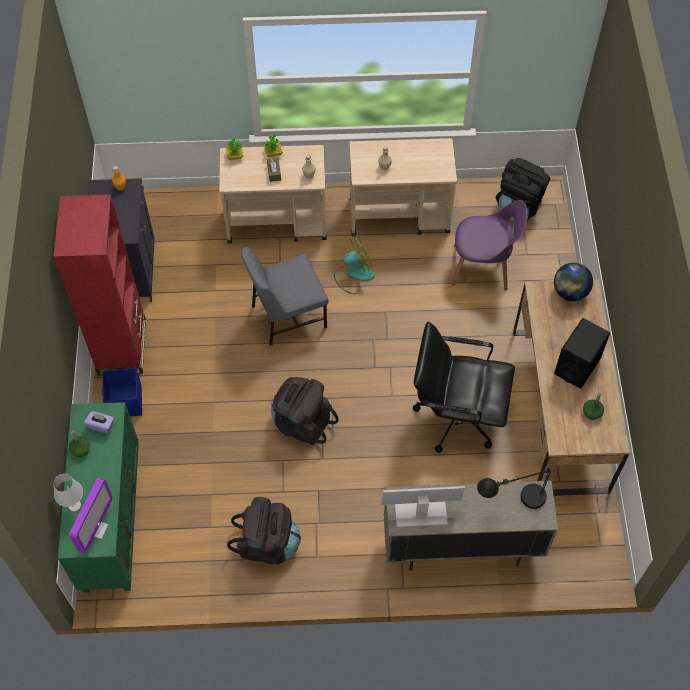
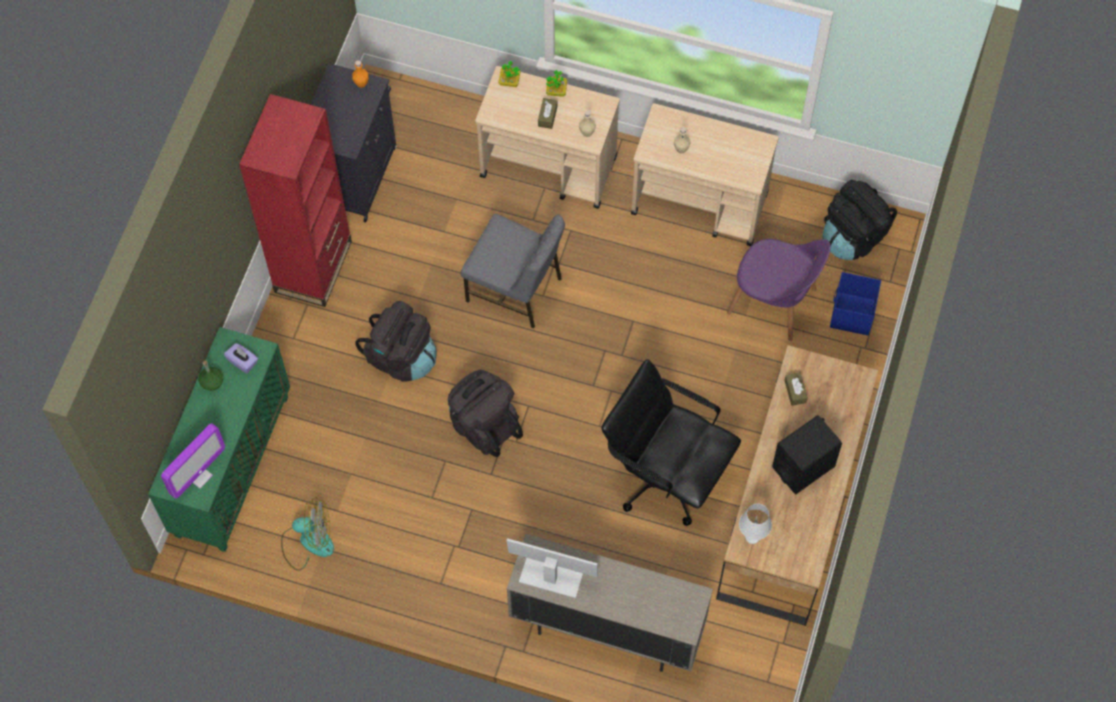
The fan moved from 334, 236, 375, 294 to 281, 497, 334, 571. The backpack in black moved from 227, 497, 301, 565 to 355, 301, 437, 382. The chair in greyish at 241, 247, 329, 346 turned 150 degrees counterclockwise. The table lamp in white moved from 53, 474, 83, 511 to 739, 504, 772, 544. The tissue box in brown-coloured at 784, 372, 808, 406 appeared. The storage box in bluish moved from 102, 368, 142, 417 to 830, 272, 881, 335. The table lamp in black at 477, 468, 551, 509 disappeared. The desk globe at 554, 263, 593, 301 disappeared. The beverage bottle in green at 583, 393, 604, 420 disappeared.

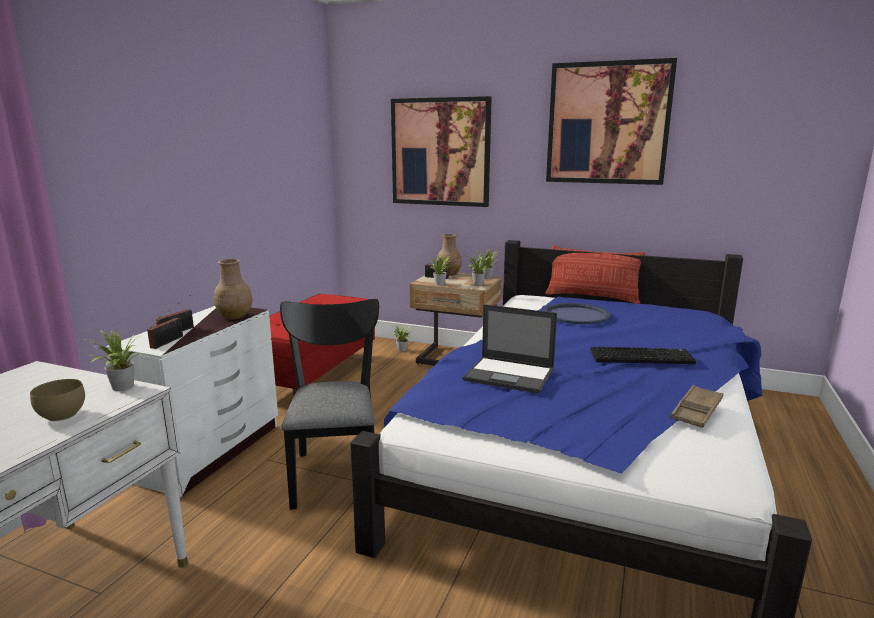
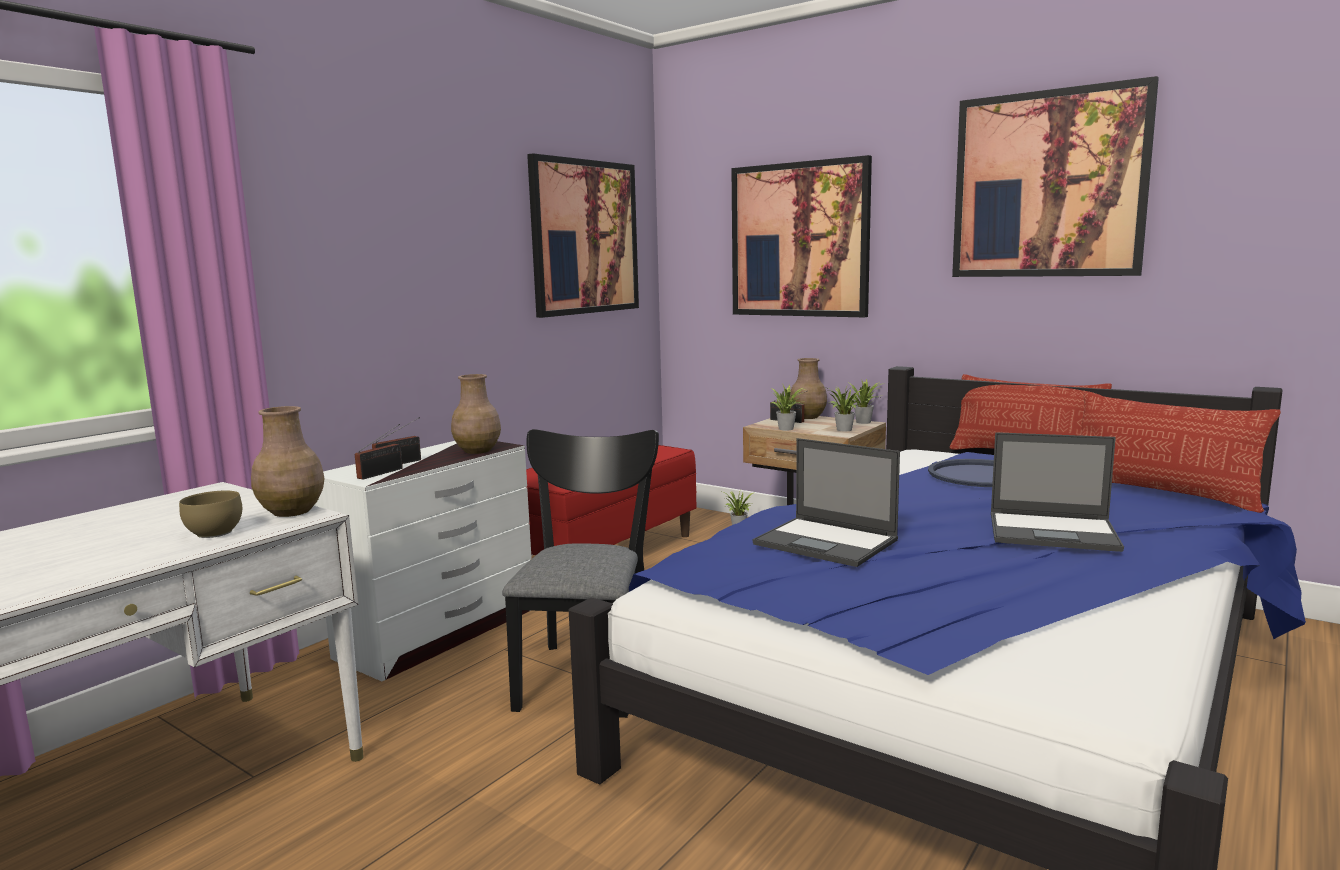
The houseplant at 91, 330, 141, 391 was replaced by the flower vase in brown-coloured at 251, 406, 325, 517. The wall art at 527, 153, 639, 318 appeared. The PC keyboard at 590, 347, 696, 364 was replaced by the notebook computer at 991, 432, 1124, 552. The cushion at 1081, 392, 1281, 513 appeared. The tray in brown-coloured at 670, 385, 724, 428 disappeared.

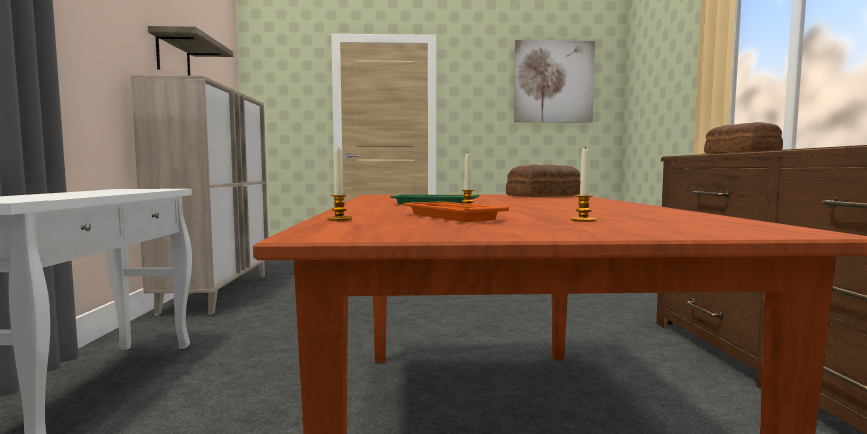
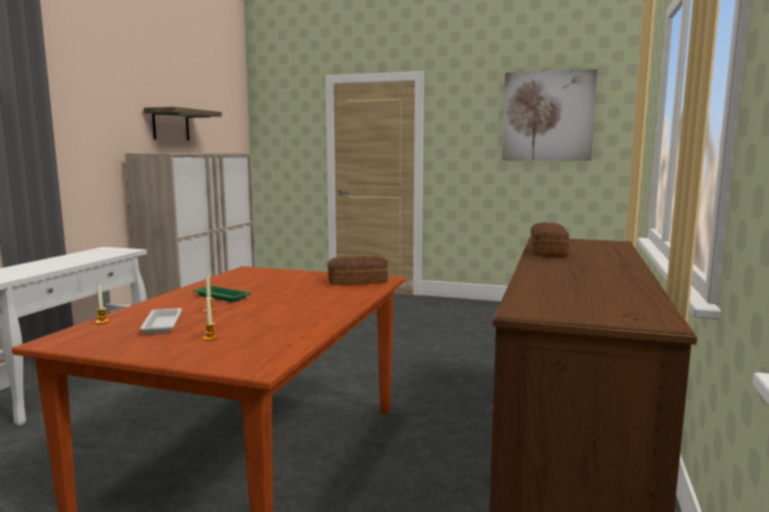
The tray in orange at 403, 201, 509, 222 became the tray in white at 140, 308, 182, 334.

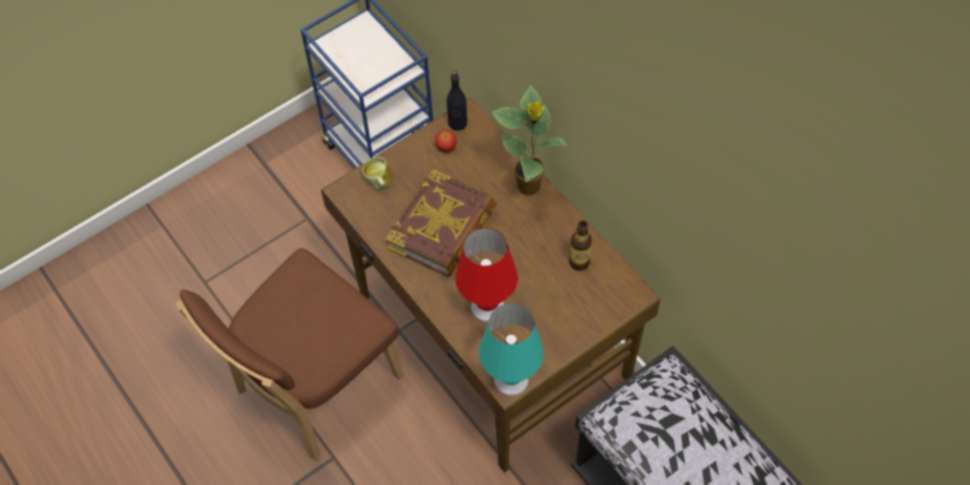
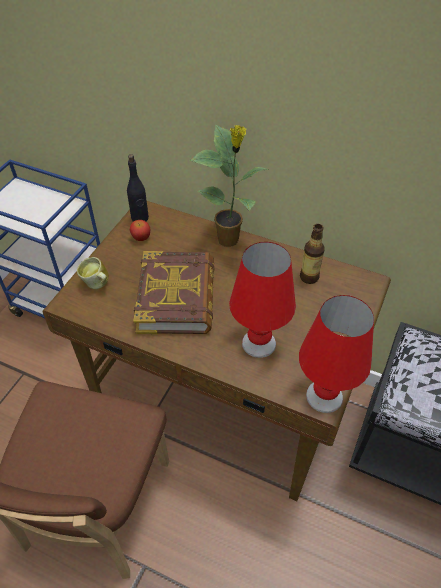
The table lamp in blue-green at 479, 304, 544, 396 became the table lamp in red-coloured at 299, 295, 374, 413.

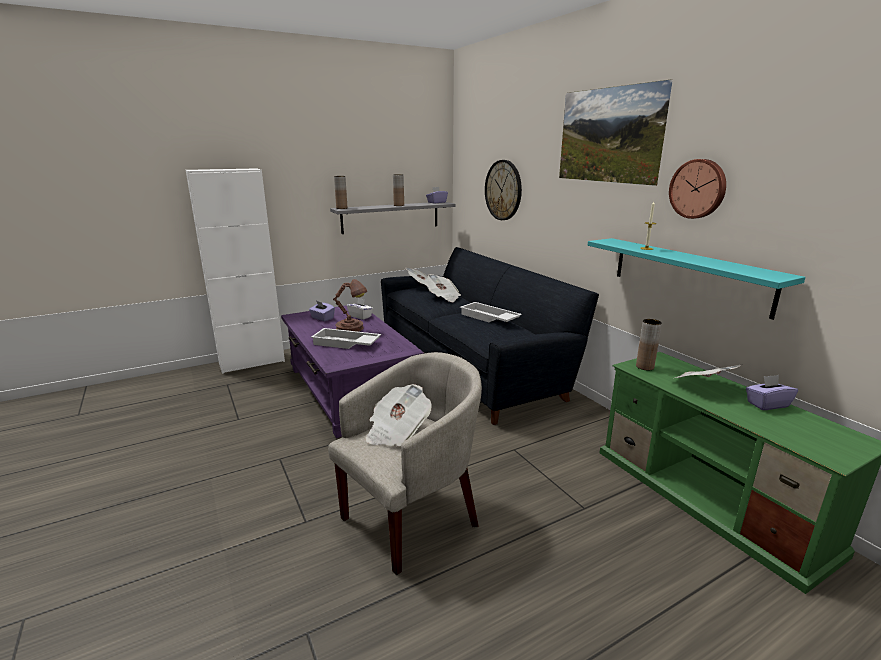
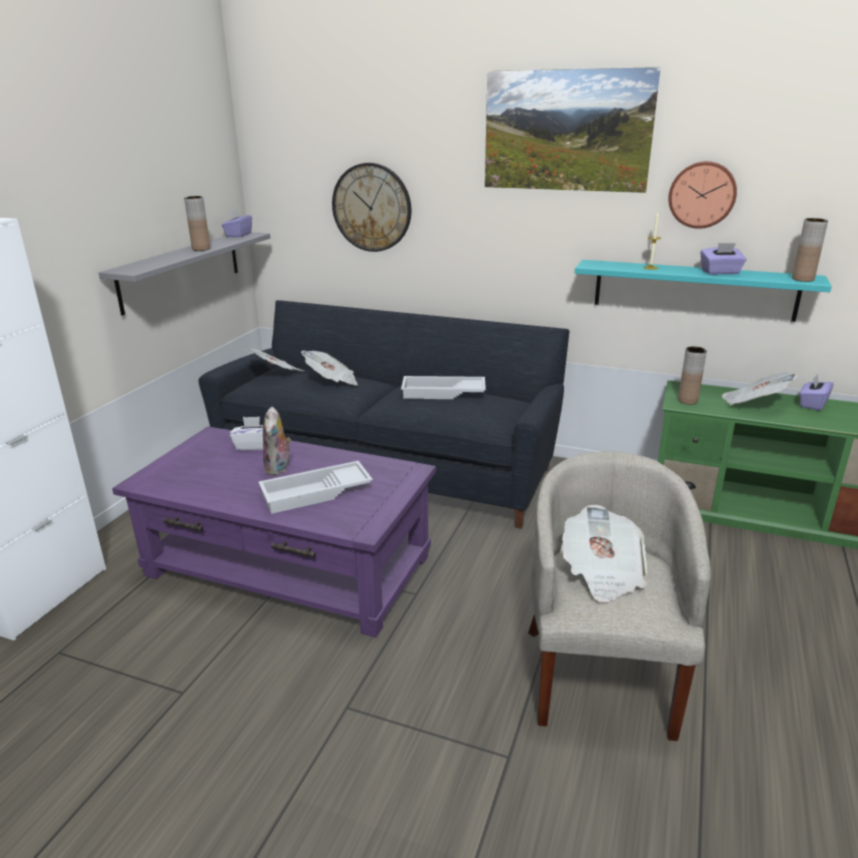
The table lamp in brown-coloured at 333, 279, 367, 332 was replaced by the soft toy at 263, 407, 291, 476. The tissue box in purple moved from 309, 301, 335, 321 to 700, 243, 747, 275. The flower vase in brown-coloured moved from 334, 176, 347, 209 to 792, 218, 828, 282.

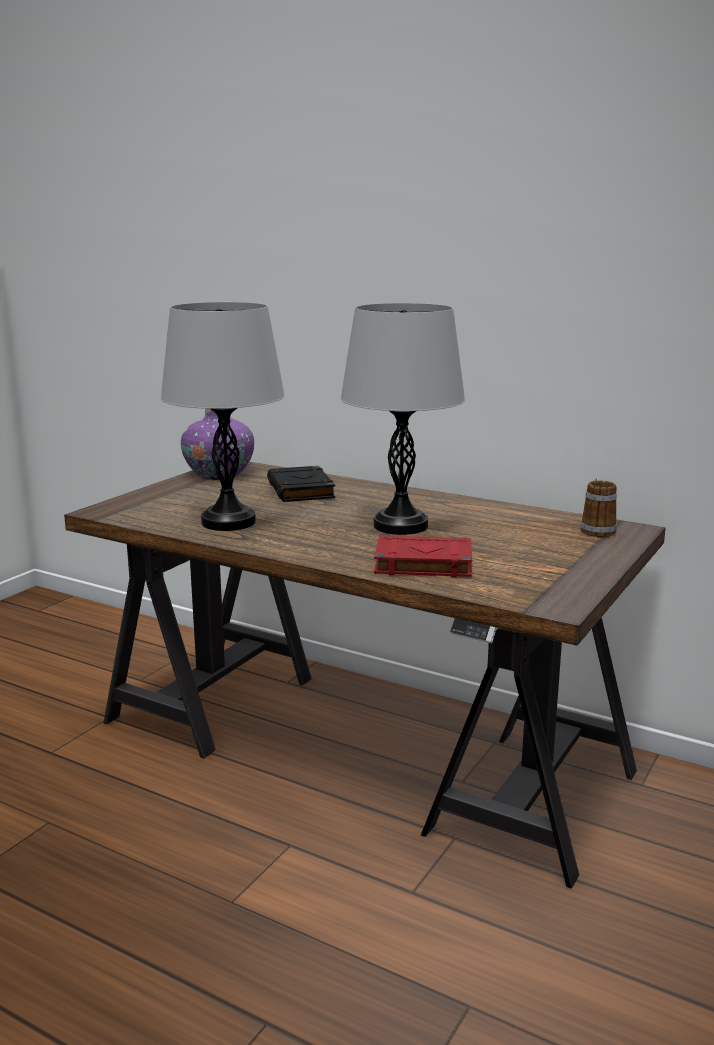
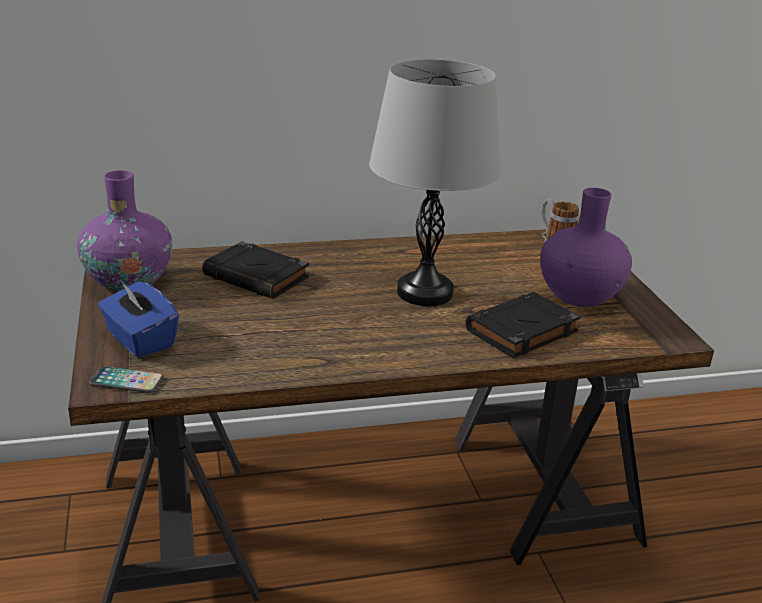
The telephone at 89, 366, 164, 393 appeared. The tissue box in bluish at 98, 279, 179, 358 appeared. The volume in red-coloured at 374, 535, 472, 577 became the volume in black at 465, 292, 580, 358. The flower vase in purple at 540, 188, 632, 307 appeared. The table lamp in greyish at 161, 302, 285, 531 disappeared.

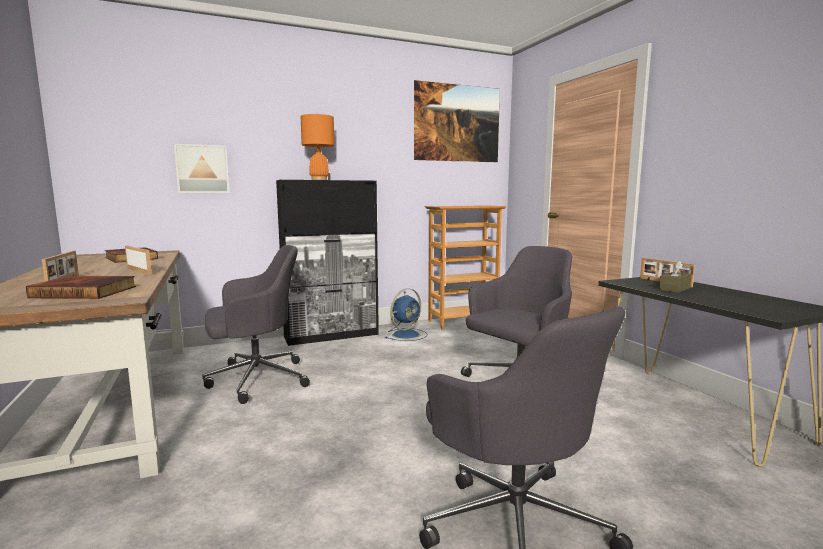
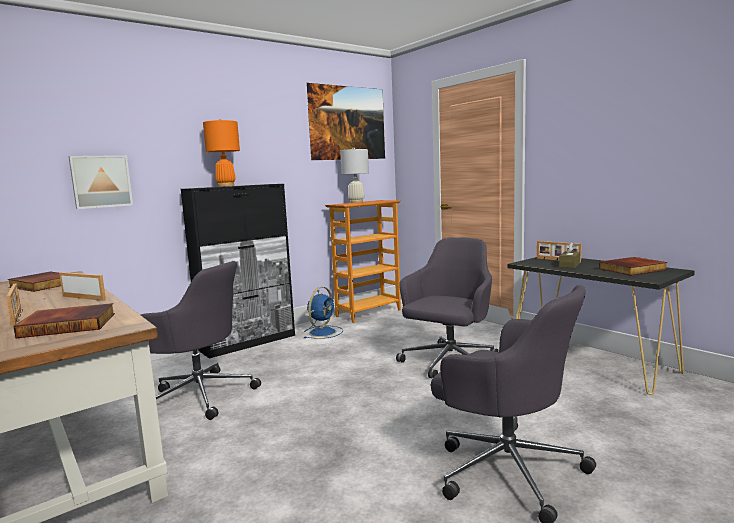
The computer chair in greyish at 202, 245, 310, 404 turned 60 degrees clockwise. The table lamp in white at 340, 148, 369, 203 appeared. The volume at 599, 257, 667, 276 appeared.

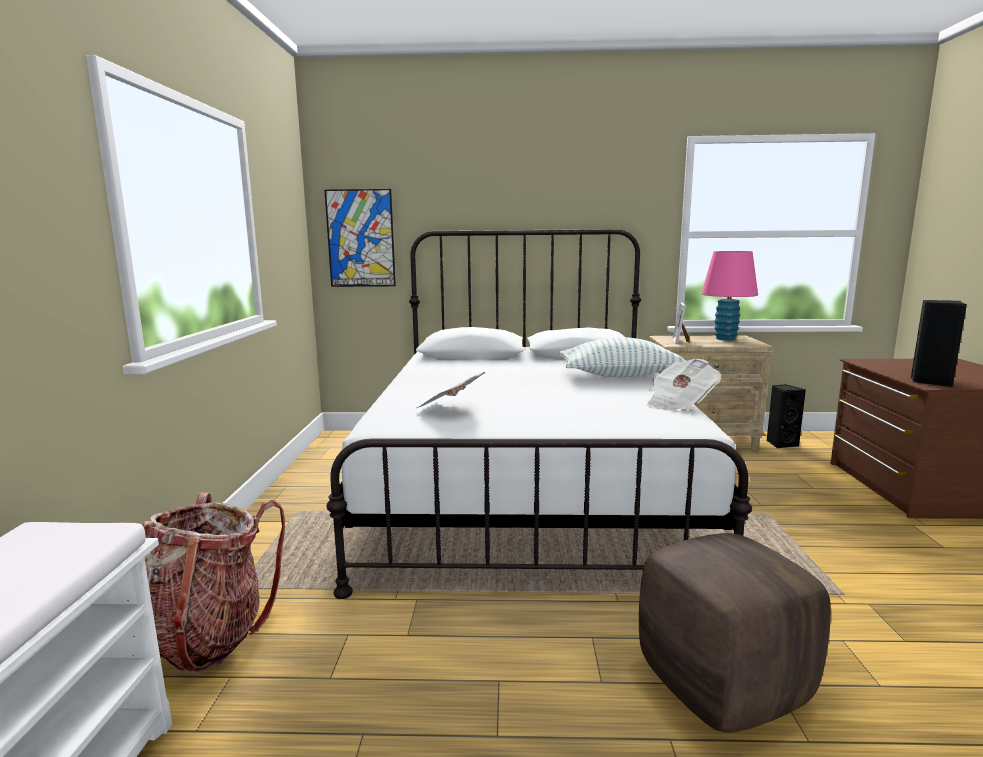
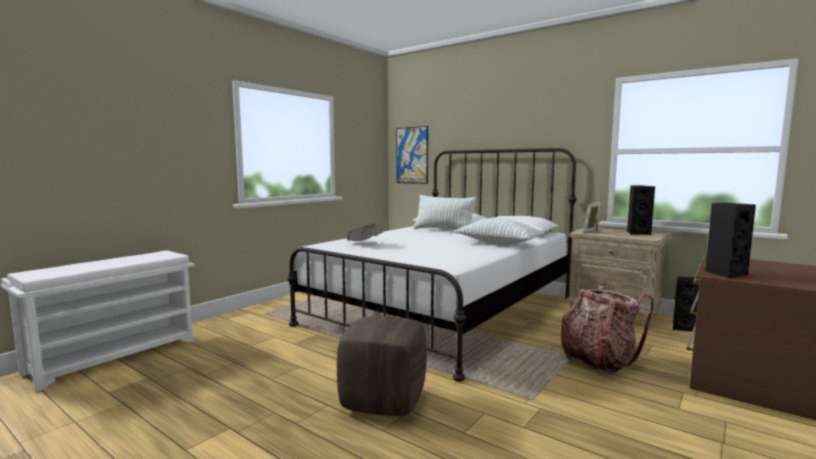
The cushion at 414, 195, 477, 230 appeared. The backpack moved from 143, 492, 285, 674 to 561, 286, 654, 374. The table lamp in pink at 701, 251, 758, 340 was replaced by the speaker in black at 627, 186, 655, 235. The daily paper at 647, 359, 721, 410 disappeared.

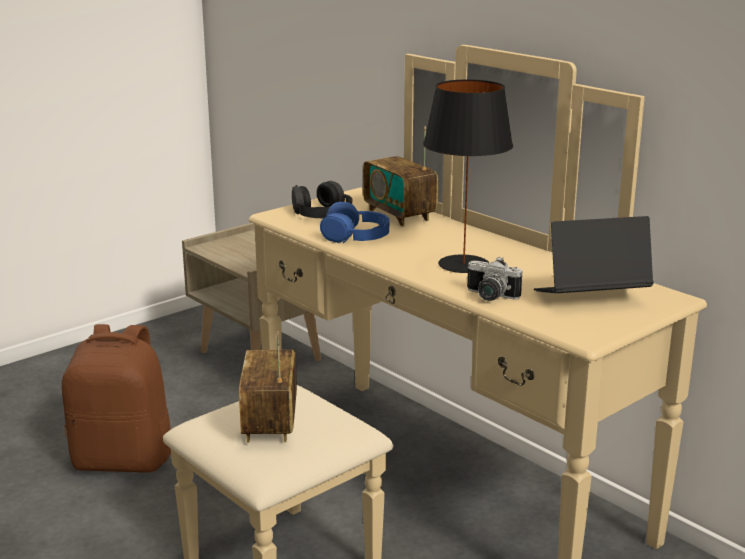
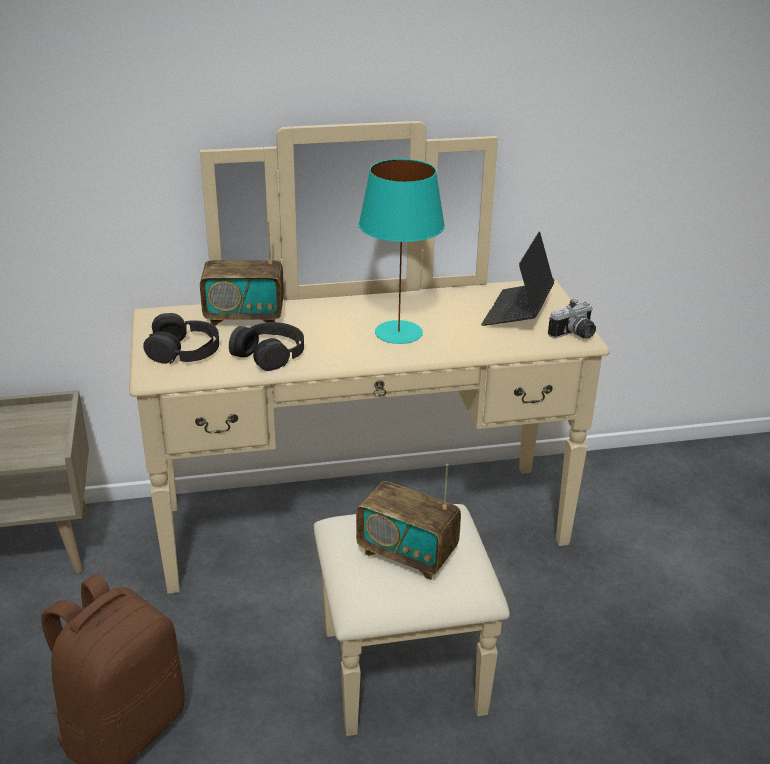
The headphones in bluish at 320, 202, 390, 243 became the headphones in black at 229, 322, 304, 371. The table lamp in black at 423, 80, 513, 273 became the table lamp in blue-green at 358, 159, 445, 344. The photo camera moved from 467, 257, 523, 301 to 548, 299, 596, 339.

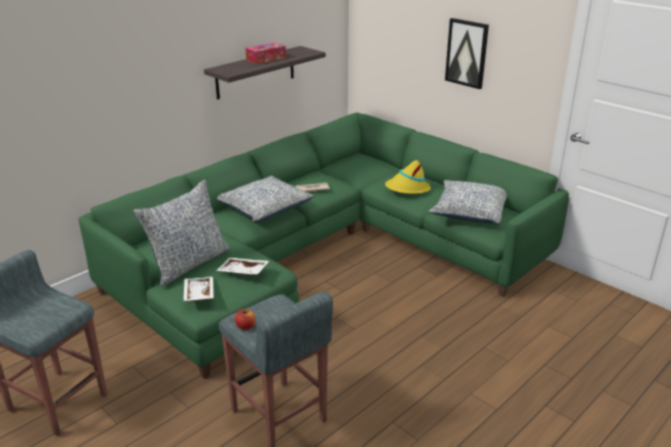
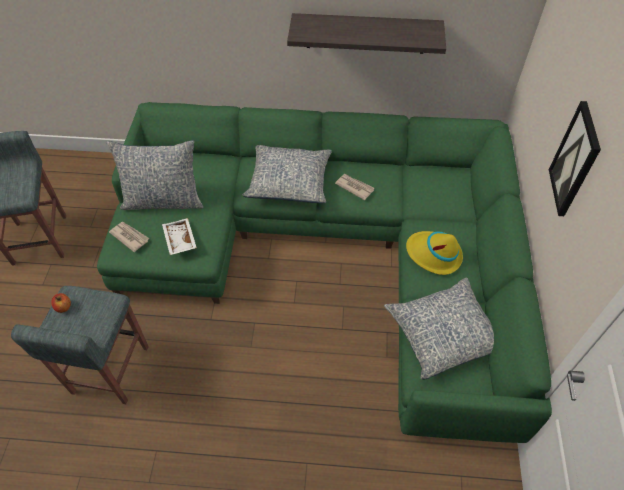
The tray in white at 183, 277, 214, 302 was replaced by the daily paper at 109, 222, 149, 252. The tissue box at 245, 42, 286, 64 disappeared.

